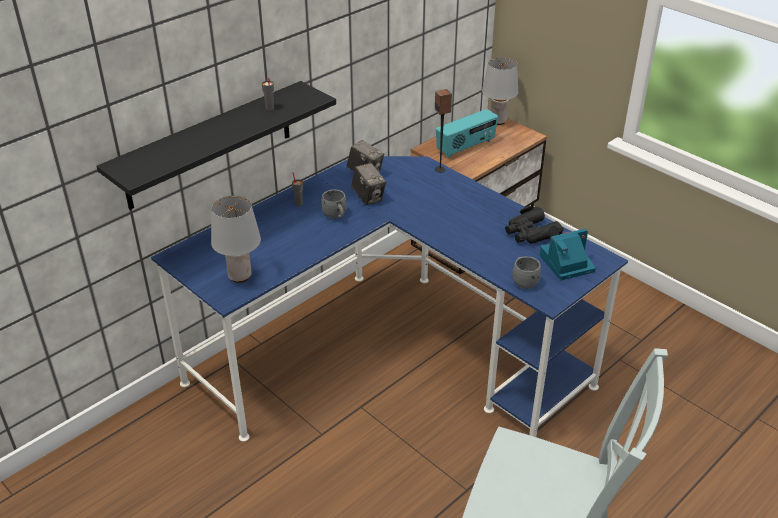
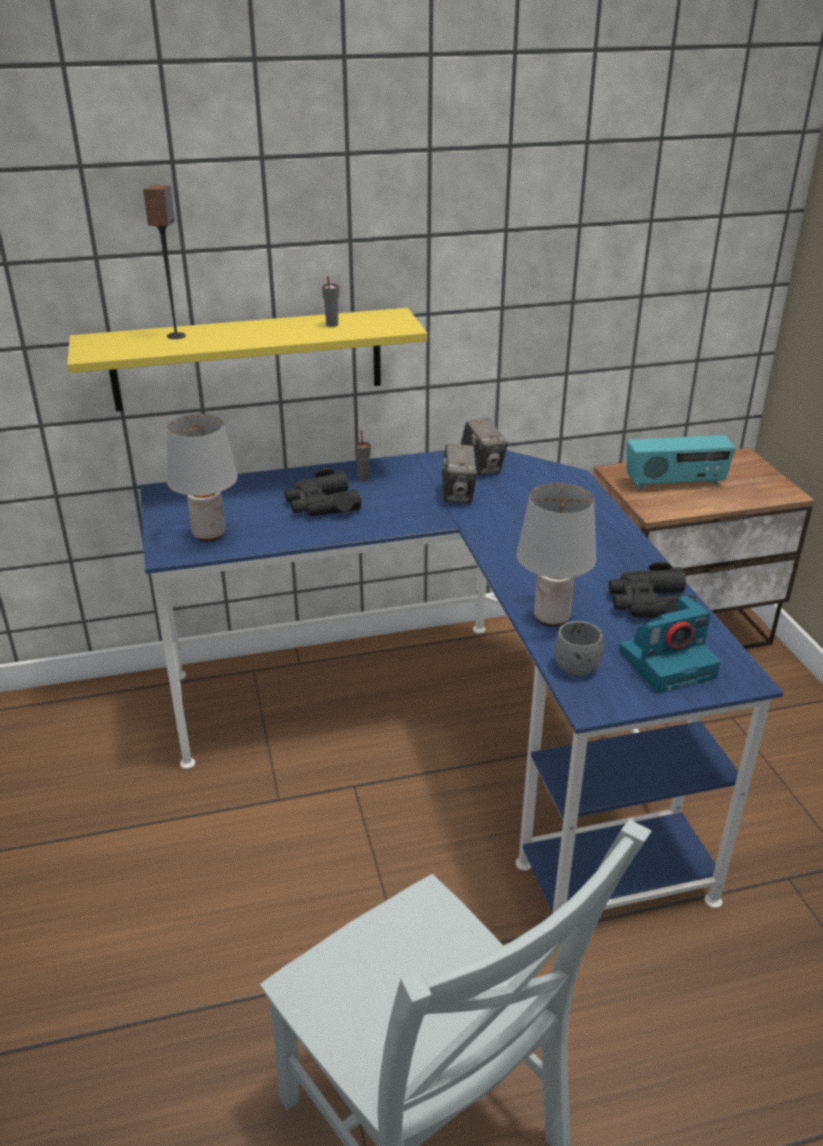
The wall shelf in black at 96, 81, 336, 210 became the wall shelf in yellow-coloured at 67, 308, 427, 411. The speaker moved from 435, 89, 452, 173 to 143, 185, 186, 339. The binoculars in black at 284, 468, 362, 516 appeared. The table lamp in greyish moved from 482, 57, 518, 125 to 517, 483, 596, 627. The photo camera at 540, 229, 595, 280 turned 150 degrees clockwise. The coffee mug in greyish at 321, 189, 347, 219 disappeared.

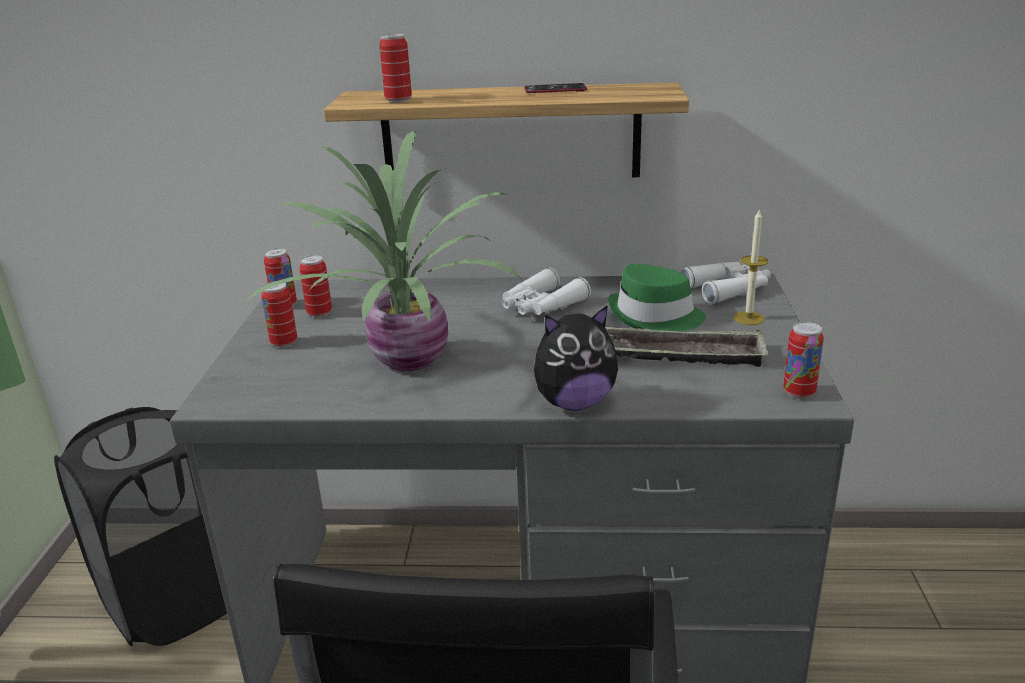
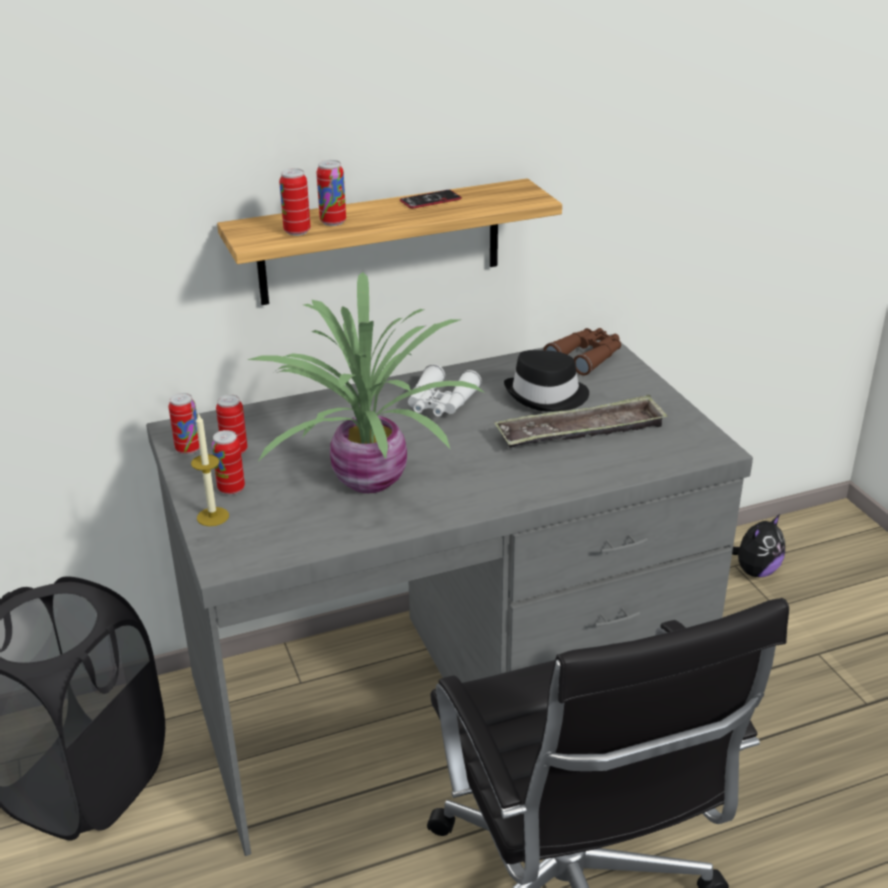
The wax light moved from 733, 208, 768, 325 to 191, 413, 229, 526. The can moved from 783, 322, 824, 399 to 316, 160, 346, 226. The clothing hat in green at 608, 264, 706, 332 became the clothing hat in black at 504, 350, 589, 412. The binoculars in white at 680, 261, 771, 305 became the binoculars in brown-coloured at 543, 328, 621, 376. The soft toy moved from 534, 305, 618, 410 to 732, 514, 785, 577.

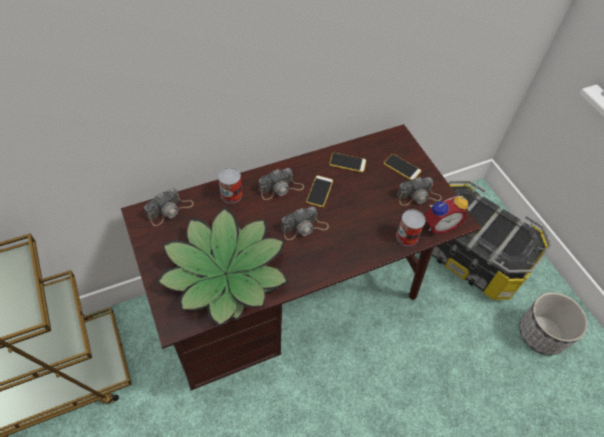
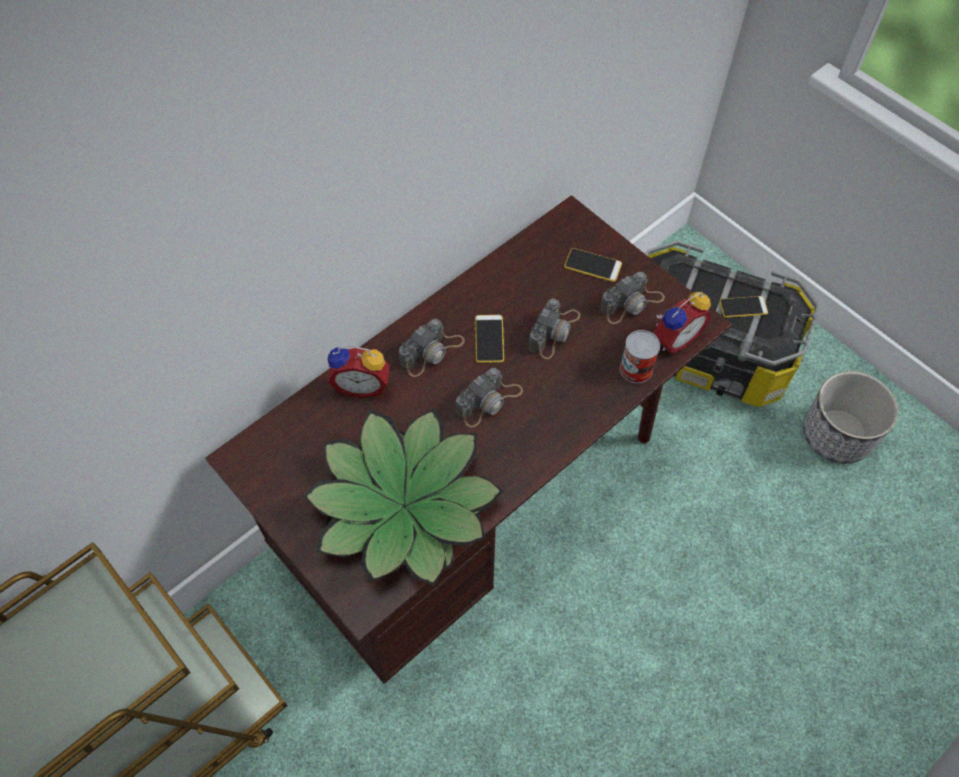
The can at 218, 167, 242, 203 was replaced by the alarm clock at 328, 346, 390, 398. The photo camera moved from 144, 188, 194, 226 to 528, 298, 580, 359. The telephone moved from 329, 153, 366, 172 to 719, 296, 768, 318.

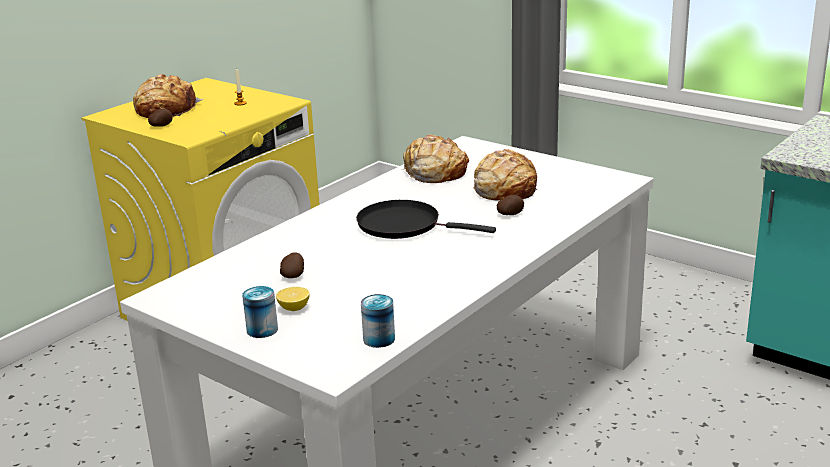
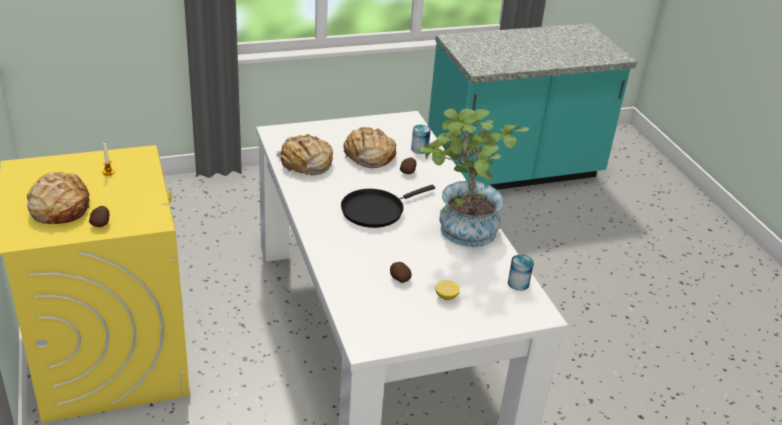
The can moved from 242, 286, 278, 338 to 411, 125, 431, 154. The houseplant at 420, 109, 529, 247 appeared.

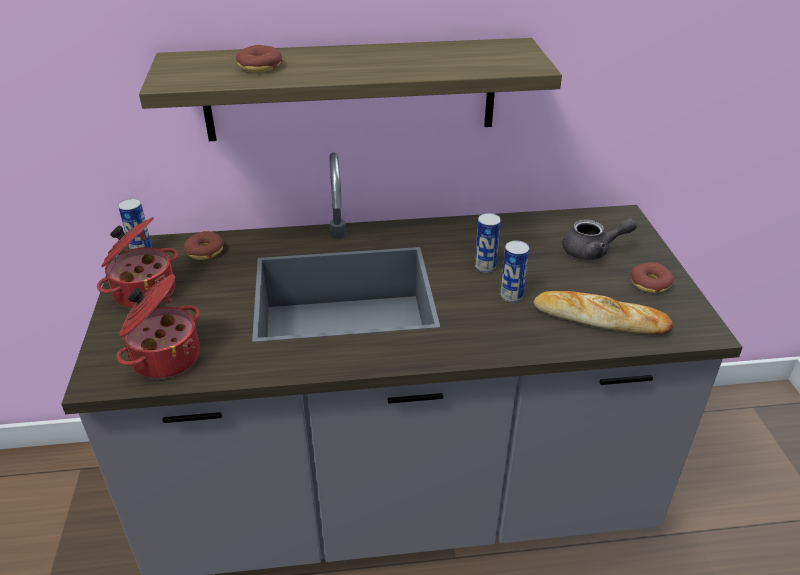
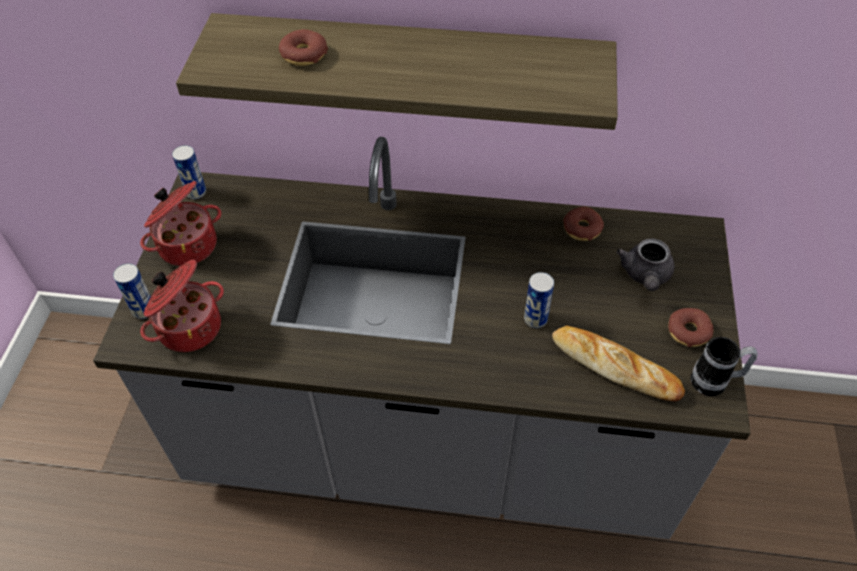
The can moved from 475, 213, 501, 273 to 113, 263, 151, 319. The ring doughnut moved from 184, 231, 224, 260 to 563, 207, 604, 241. The pot for tea in greyish at 562, 218, 637, 260 turned 90 degrees clockwise. The coffee mug at 690, 337, 758, 396 appeared.

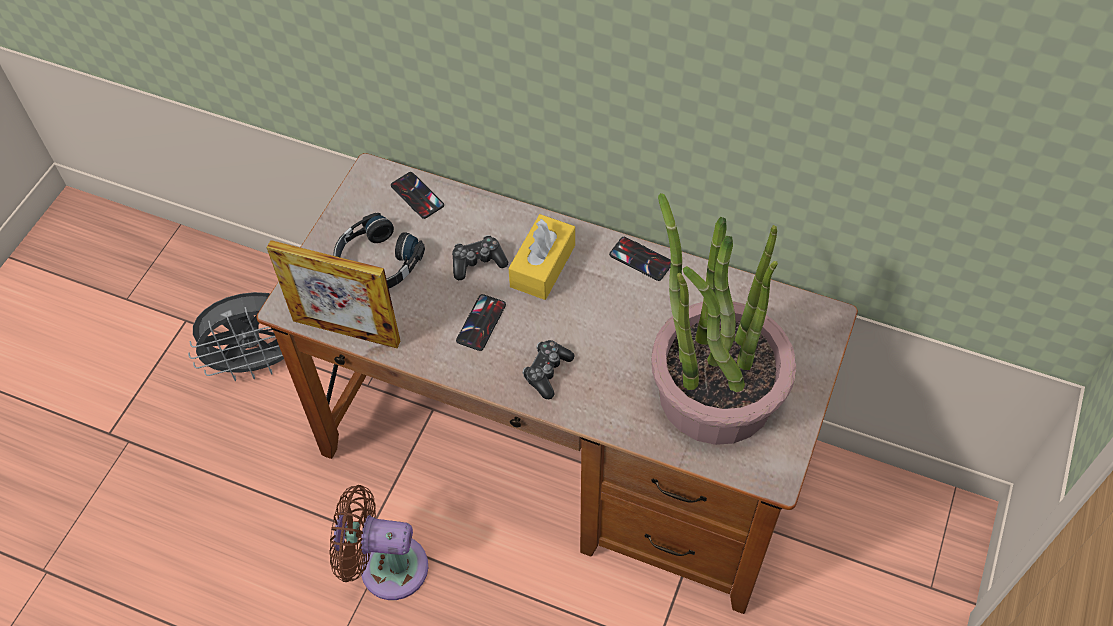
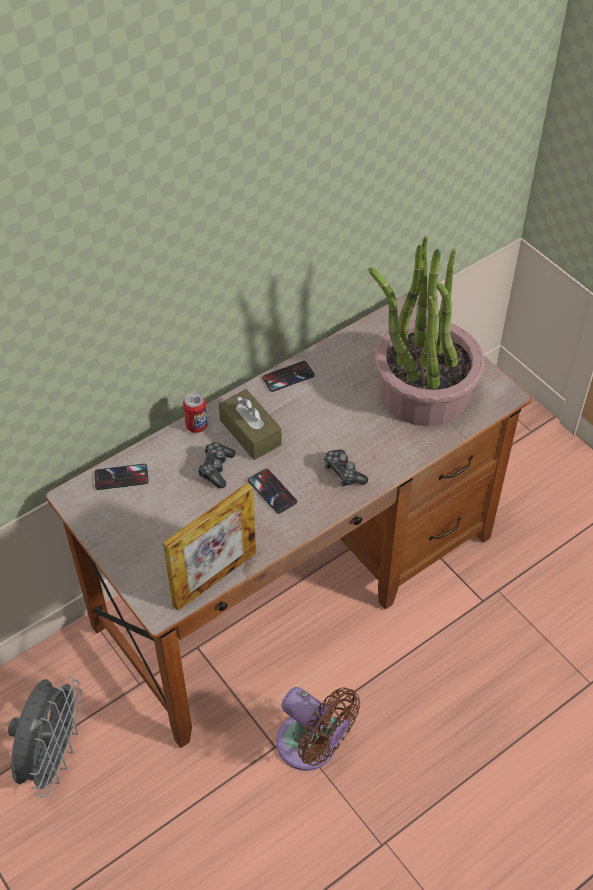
The can at 183, 393, 207, 433 appeared. The tissue box in yellow-coloured at 508, 214, 575, 300 became the tissue box in brown-coloured at 219, 389, 282, 460. The fan in brown-coloured at 329, 485, 428, 600 turned 90 degrees counterclockwise. The headphones in black at 333, 213, 425, 288 disappeared.

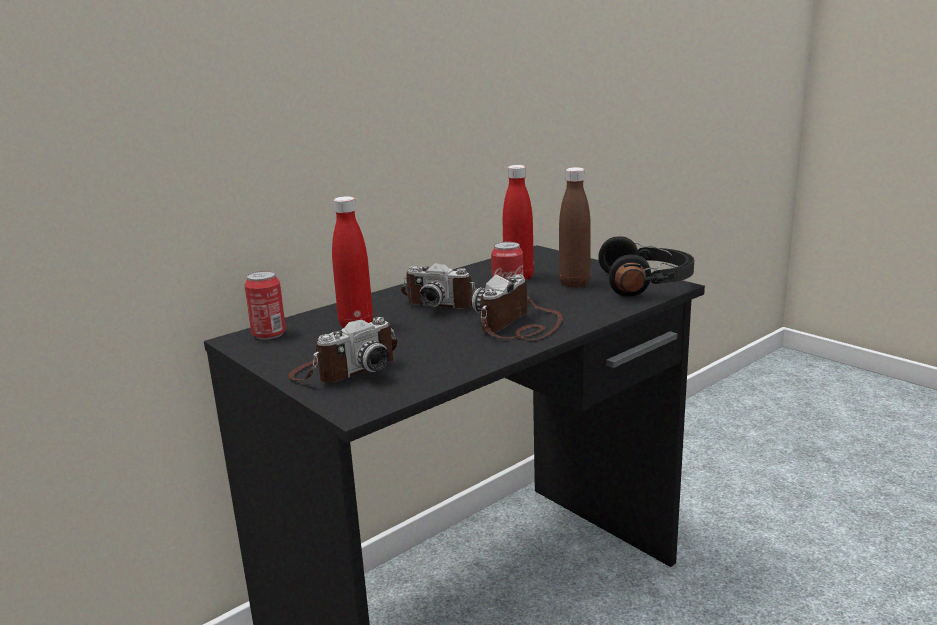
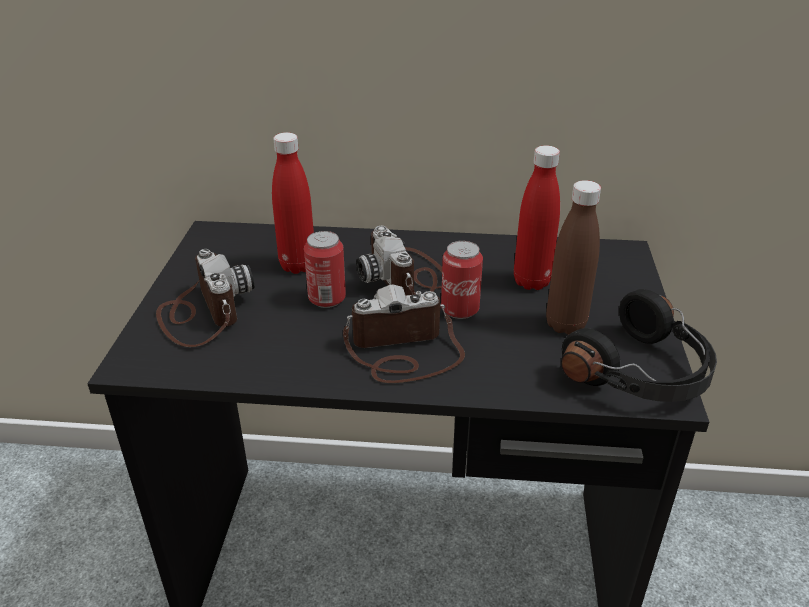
The photo camera at 289, 317, 397, 383 turned 120 degrees counterclockwise. The can moved from 244, 271, 286, 340 to 304, 231, 346, 308.

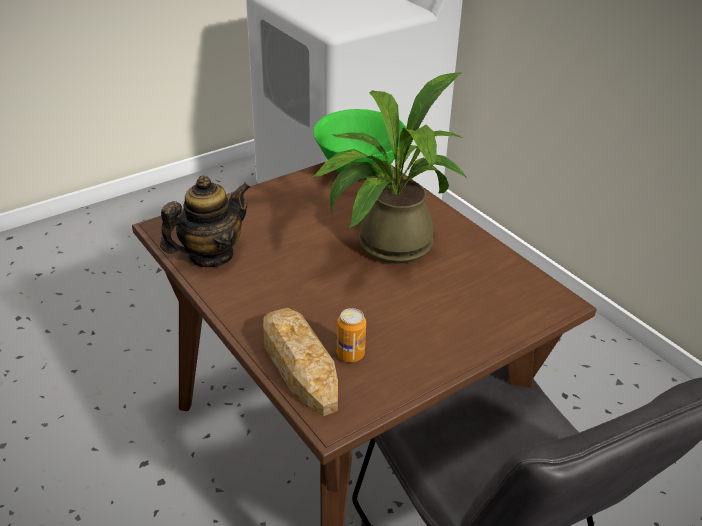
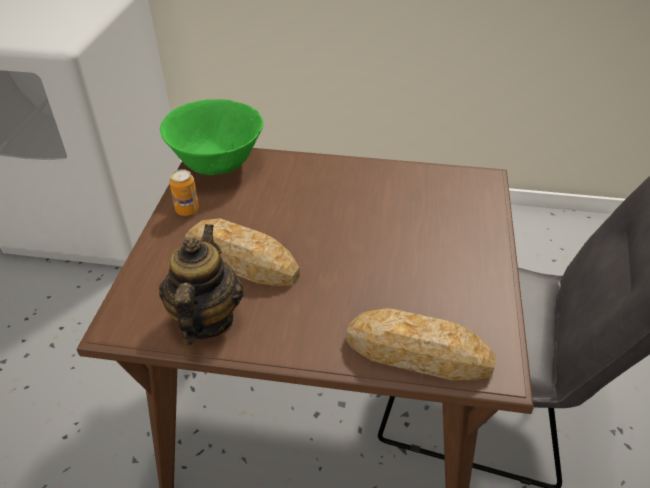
The can moved from 337, 308, 366, 362 to 169, 169, 199, 216. The bread at 185, 219, 300, 286 appeared. The houseplant at 312, 73, 467, 264 disappeared.

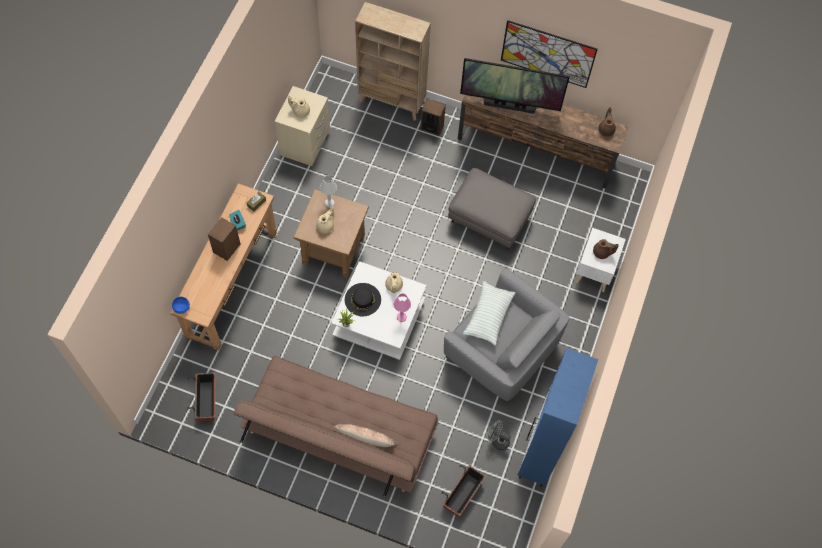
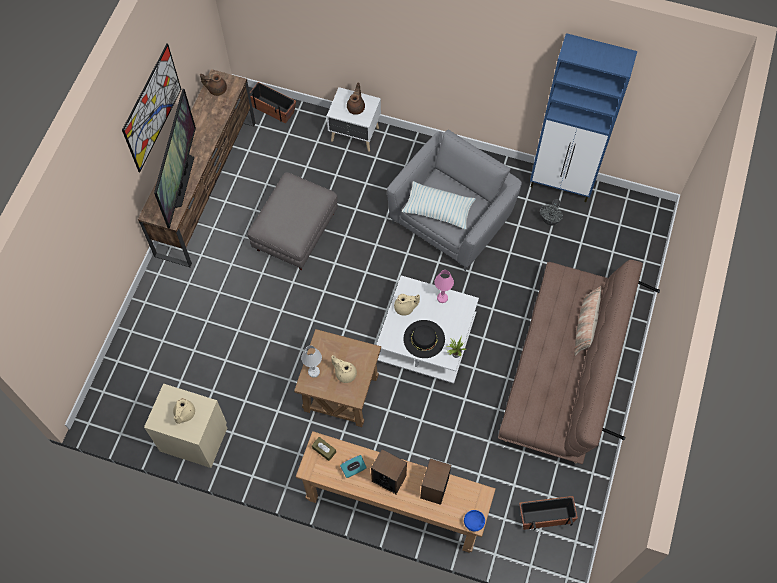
The plant pot moved from 442, 465, 486, 516 to 250, 82, 296, 124. The speaker moved from 420, 98, 446, 136 to 420, 458, 451, 505. The bookcase in beige-coloured at 355, 2, 431, 121 disappeared.

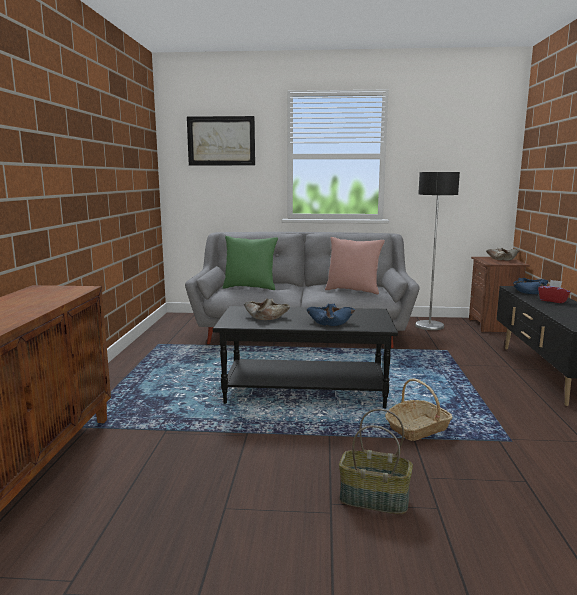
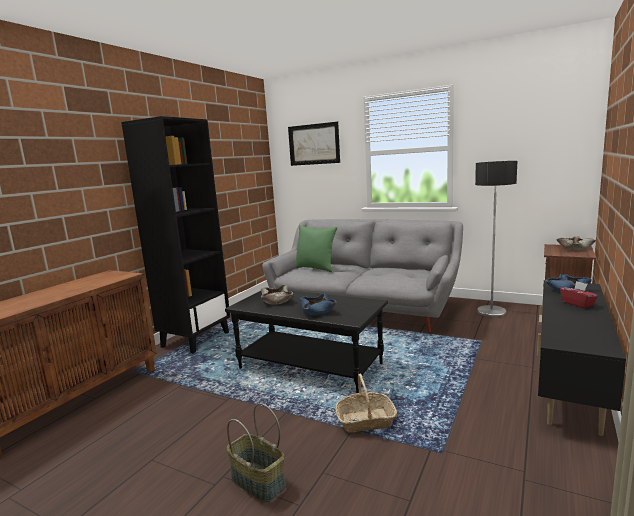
The bookcase in black at 121, 116, 230, 353 appeared. The cushion in pink at 325, 237, 385, 295 disappeared.

